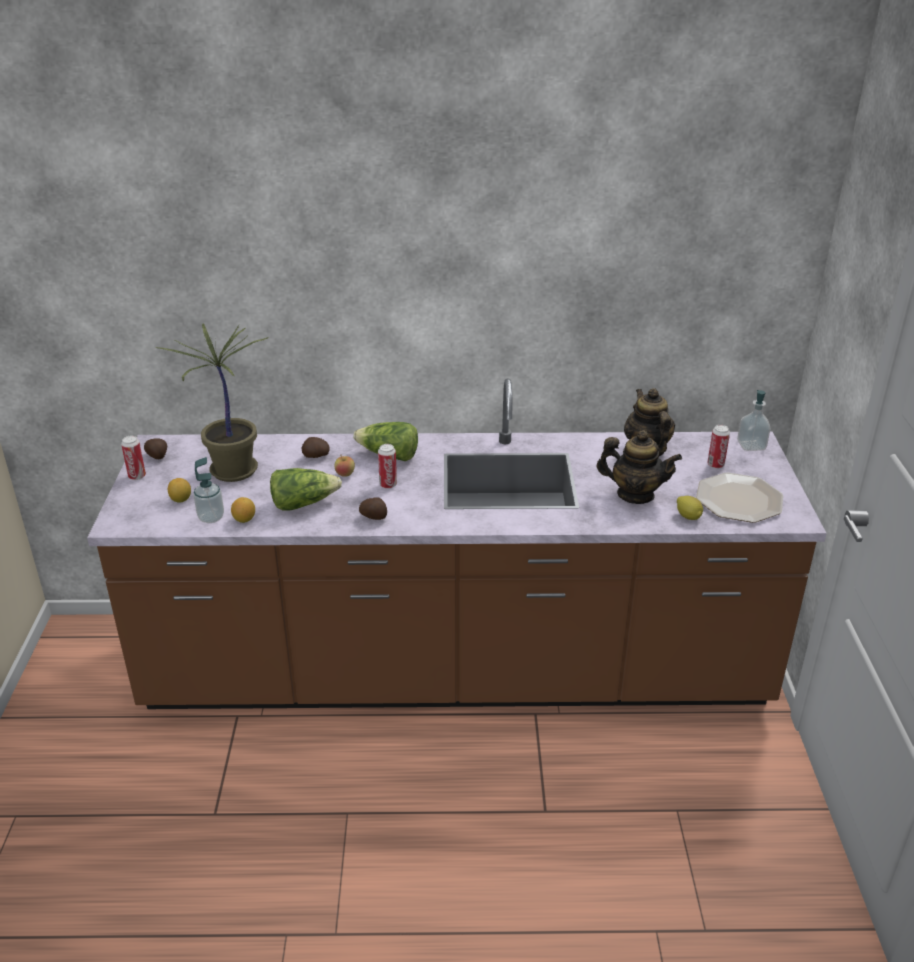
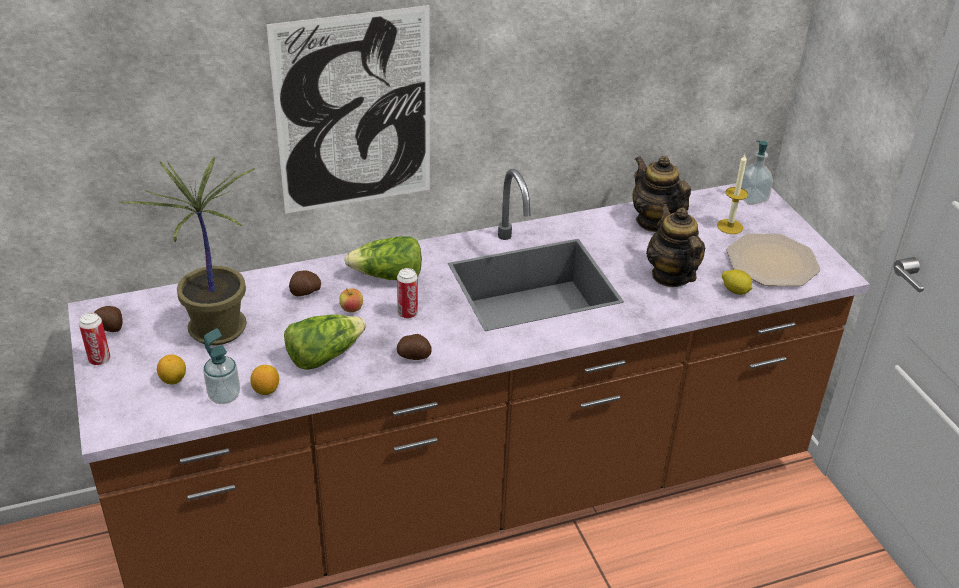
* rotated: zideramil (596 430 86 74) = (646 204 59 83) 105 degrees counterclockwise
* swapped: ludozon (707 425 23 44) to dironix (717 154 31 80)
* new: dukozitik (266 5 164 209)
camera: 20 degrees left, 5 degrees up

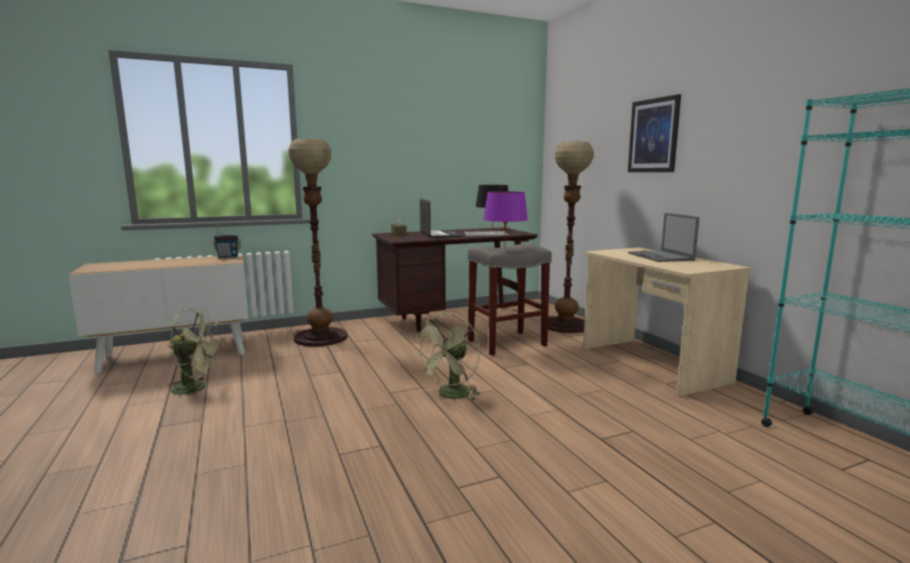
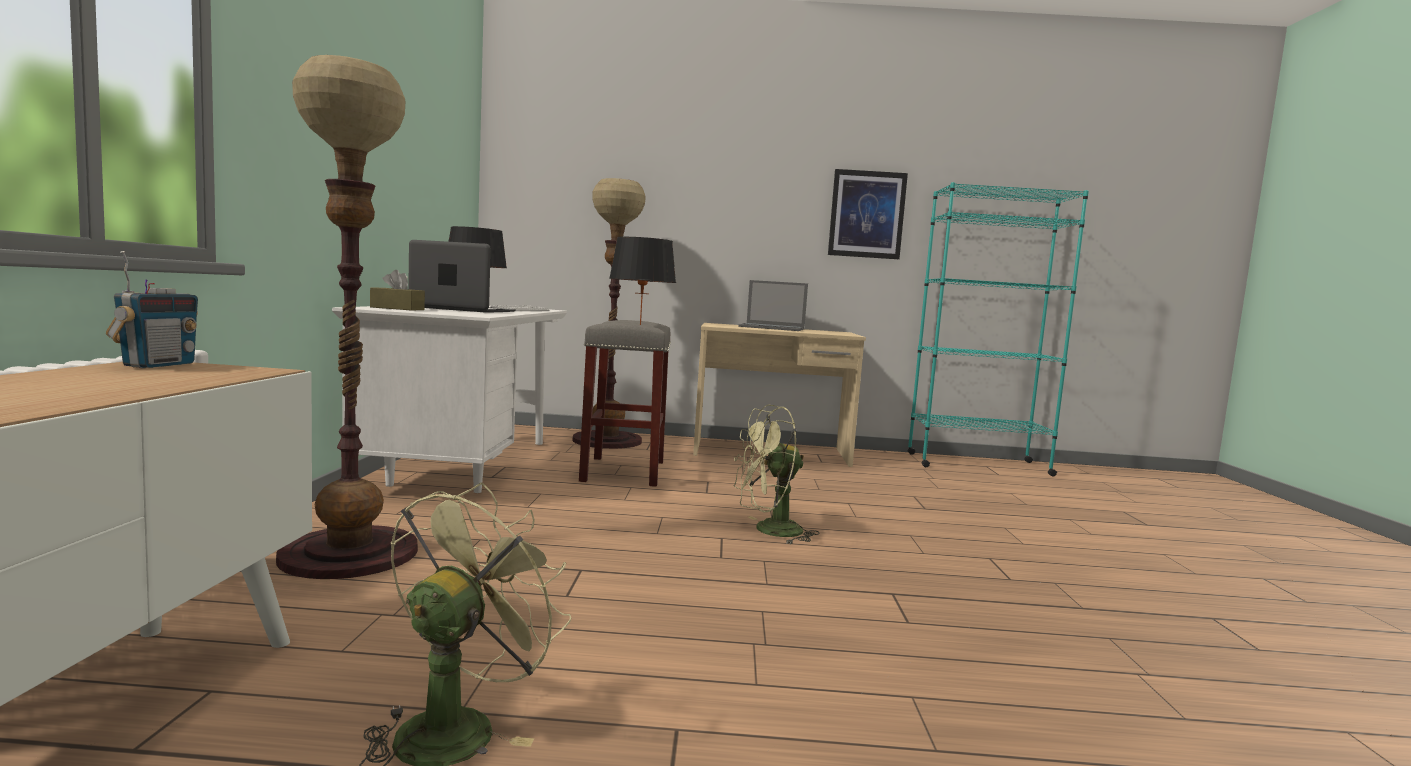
* repainted: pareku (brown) (372 227 166 105) to pareku (white) (332 306 235 187)
* rotated: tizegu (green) (415 313 66 88) = (734 405 85 139) 105 degrees clockwise
* repainted: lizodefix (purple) (483 191 45 48) to lizodefix (black) (609 237 67 88)
* shifted: dukozitik (628 94 53 78) to (828 169 80 90)
camera: 65 degrees left, 5 degrees down

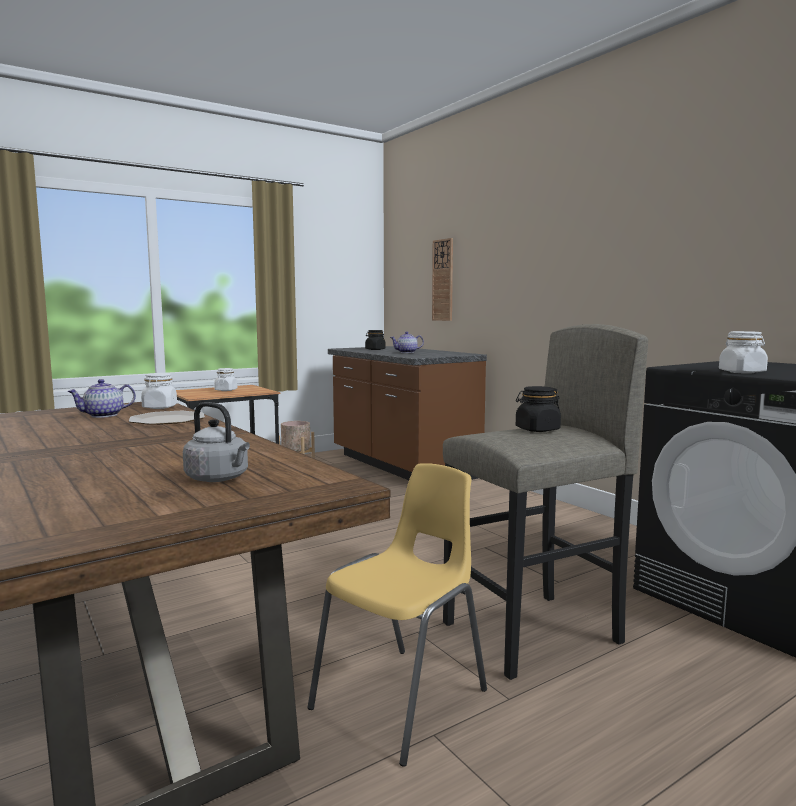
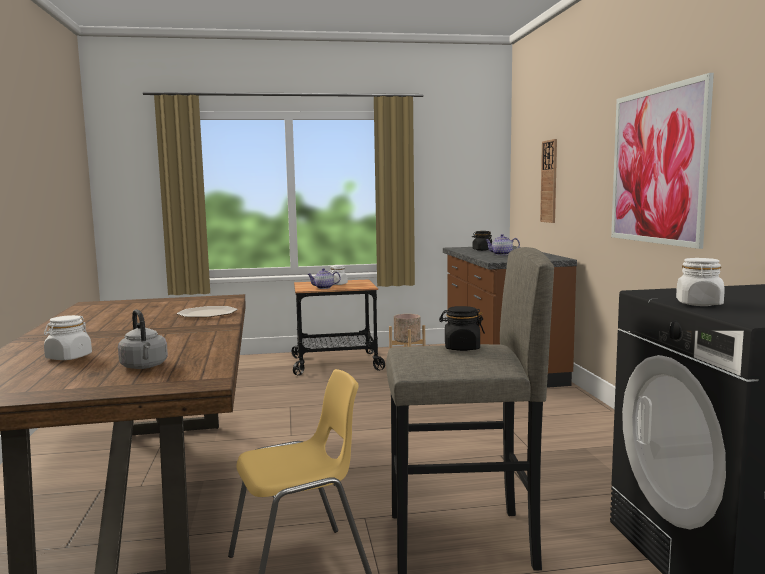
* shifted: zideramil (67 379 69 39) to (307 268 33 21)
* shifted: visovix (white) (141 373 36 36) to (44 315 48 45)
* new: dukozitik (611 73 103 176)
camera: 25 degrees right, 0 degrees up

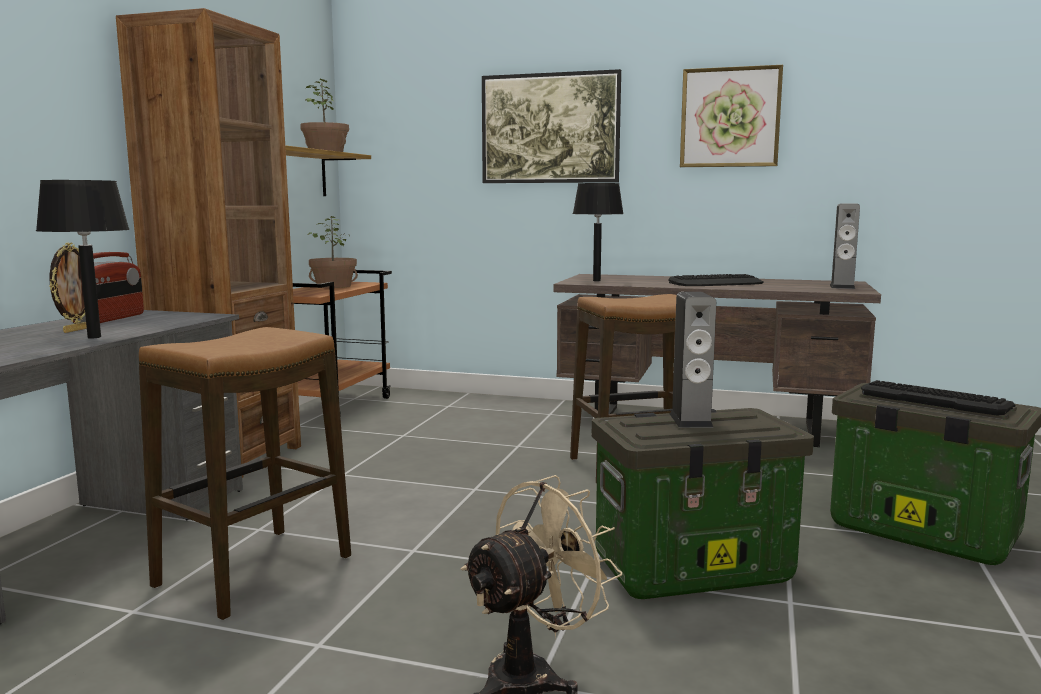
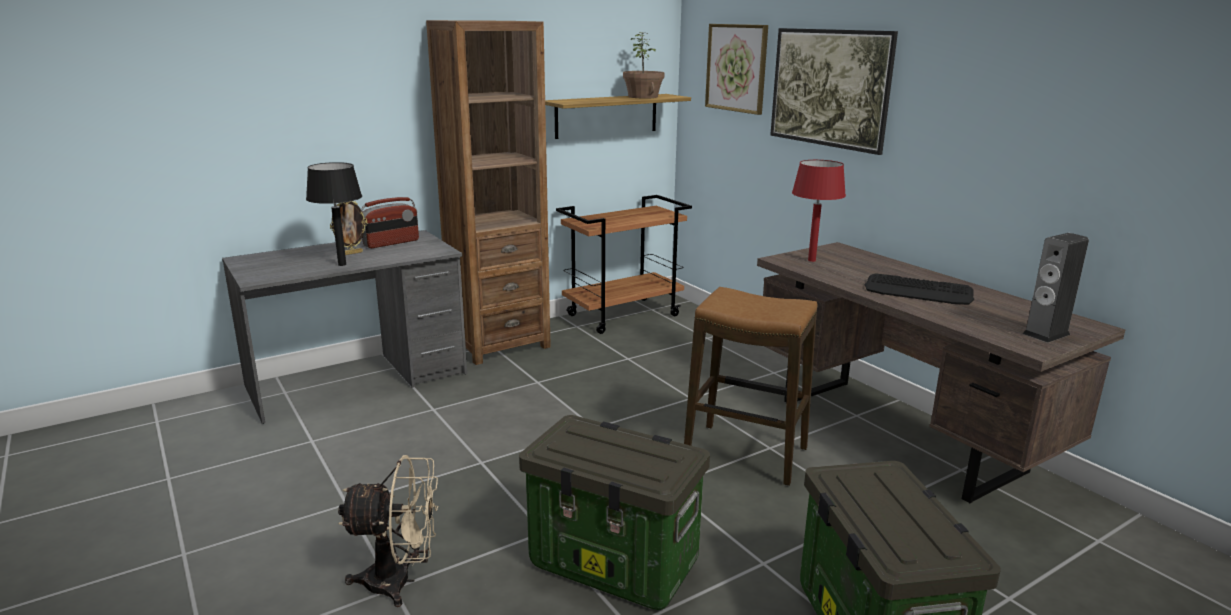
* gone: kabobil (139 327 212 293)
* gone: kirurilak (307 216 51 72)
* repainted: lizodefix (black) (573 183 51 98) to lizodefix (red) (792 160 54 102)
* gone: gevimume (670 292 46 136)
* shifted: dukozitik (680 65 103 102) to (705 24 63 91)
* gone: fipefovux (861 380 154 36)
camera: 40 degrees right, 10 degrees up

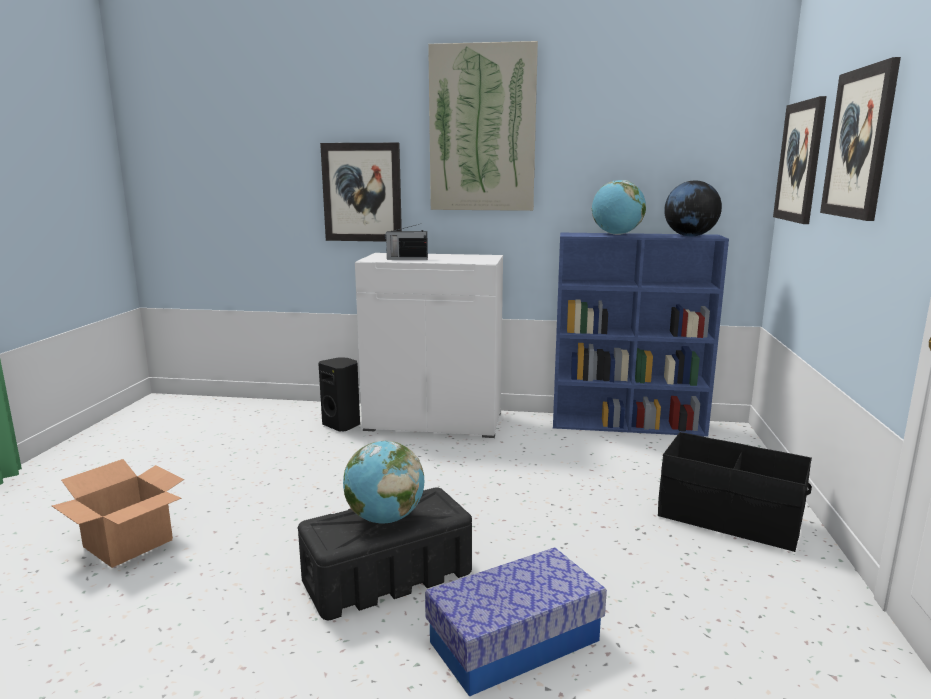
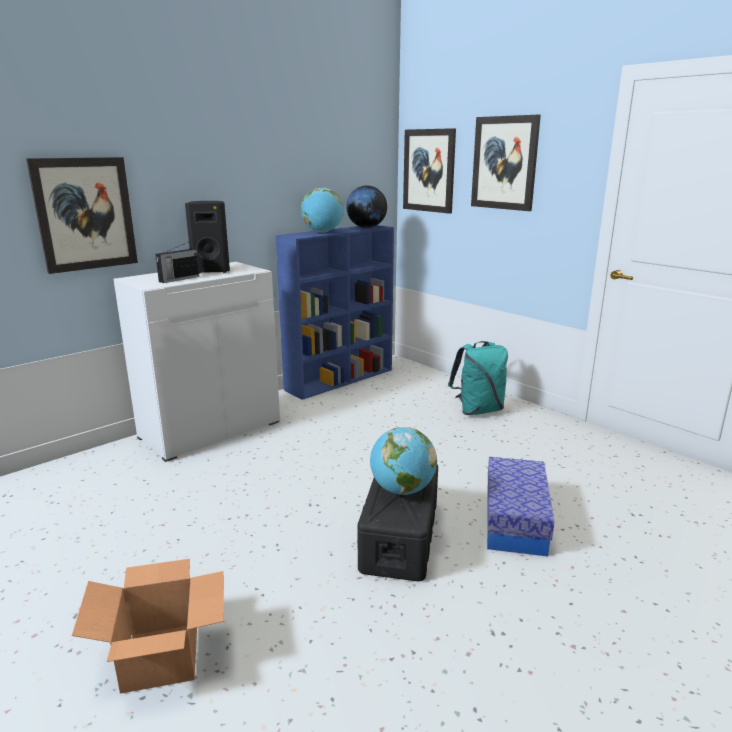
* shifted: gevimume (black) (318 357 42 75) to (185 201 45 72)
* gone: dukozitik (428 41 110 170)
* swapped: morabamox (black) (658 432 154 120) to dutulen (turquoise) (448 341 60 74)
camera: 50 degrees left, 5 degrees up

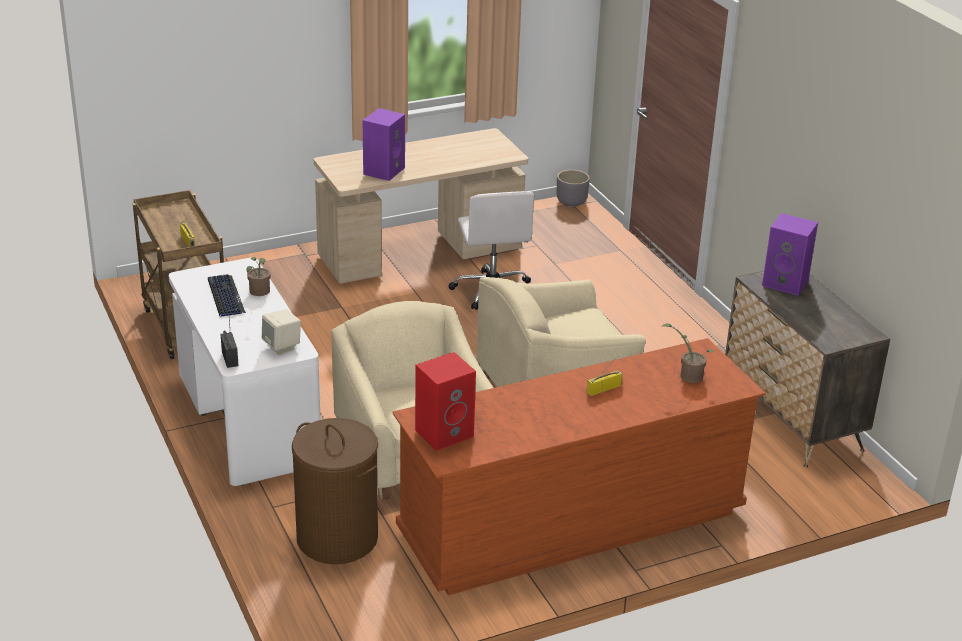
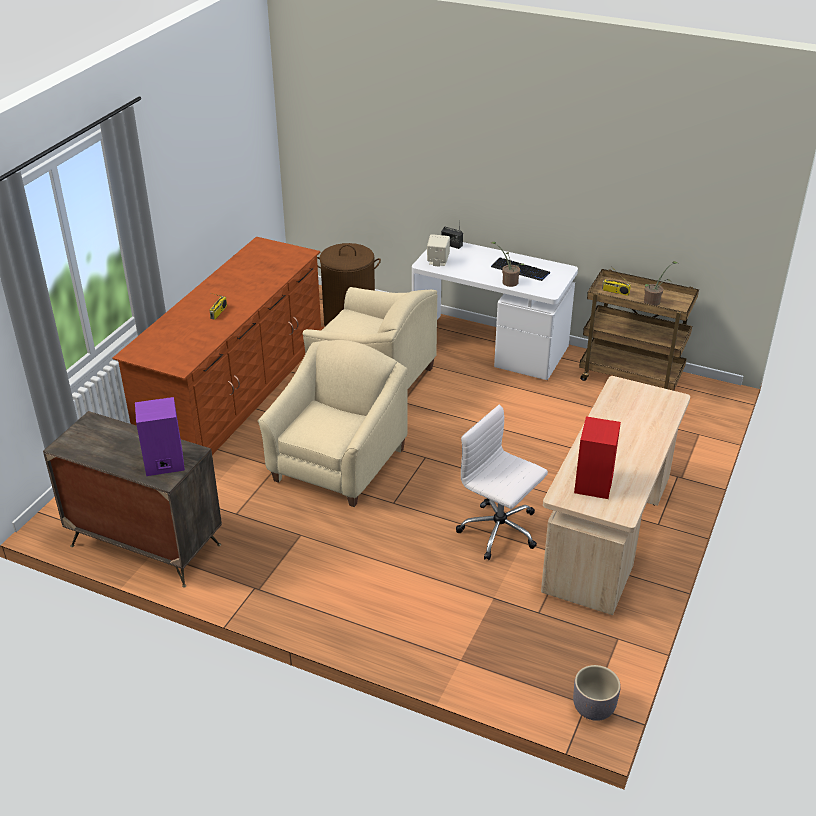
* gone: gevimume (purple) (363 108 42 73)
* shifted: gevimume (red) (415 352 61 99) to (574 416 47 83)
* shifted: kirurilak (663 323 52 60) to (644 261 34 45)
camera: 140 degrees right, 5 degrees up

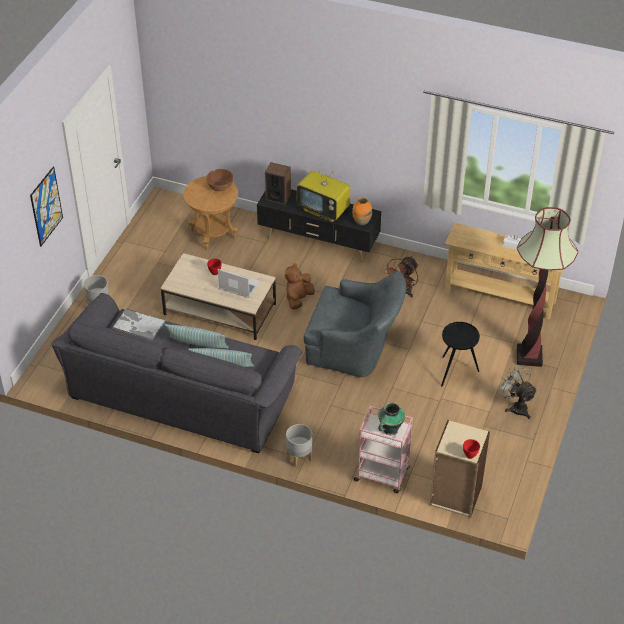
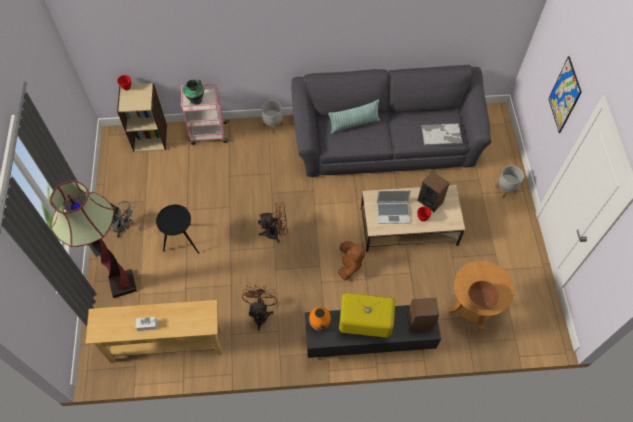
* gone: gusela (164 324 65 24)
* swapped: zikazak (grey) (304 271 102 106) to tizegu (brown) (258 202 30 41)
* new: gevimume (417 171 33 41)
camera: 155 degrees right, 15 degrees up

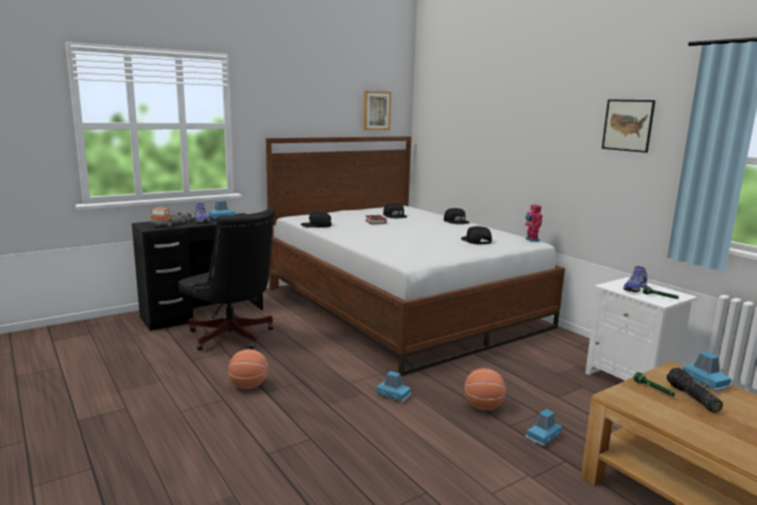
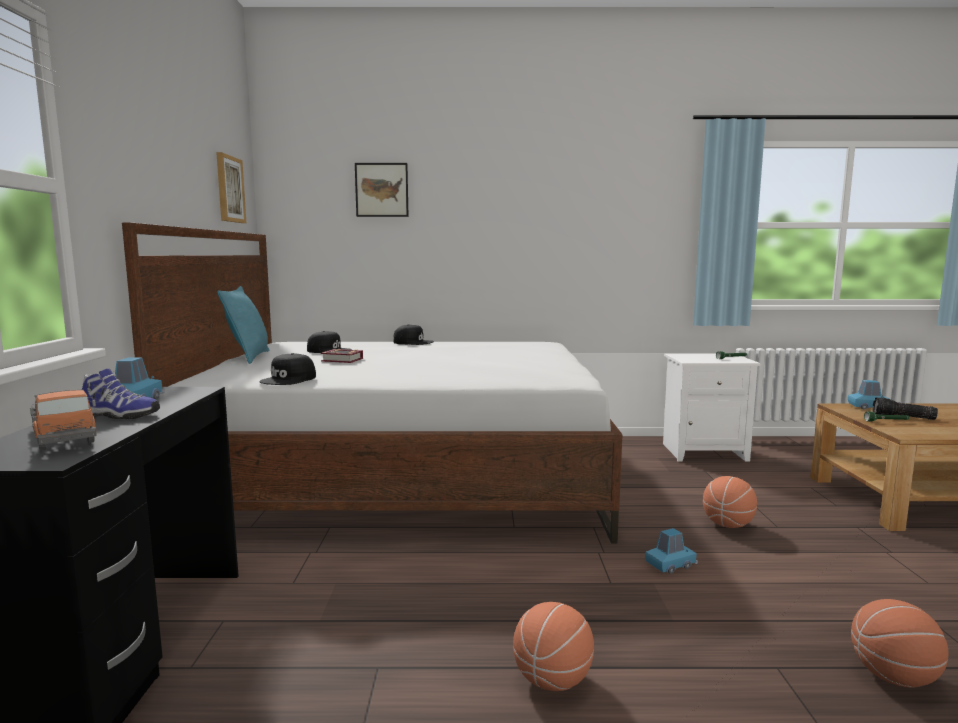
* gone: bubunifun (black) (179 208 96 143)
* gone: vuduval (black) (461 226 31 18)
* gone: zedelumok (525 204 18 38)
* gone: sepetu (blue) (525 409 37 37)
* shifted: dukozitik (602 99 53 54) to (355 163 53 54)
* gone: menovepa (623 266 24 27)
* new: gusela (turquoise) (217 286 52 78)
* new: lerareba (851 599 98 88)
camera: 55 degrees left, 5 degrees down

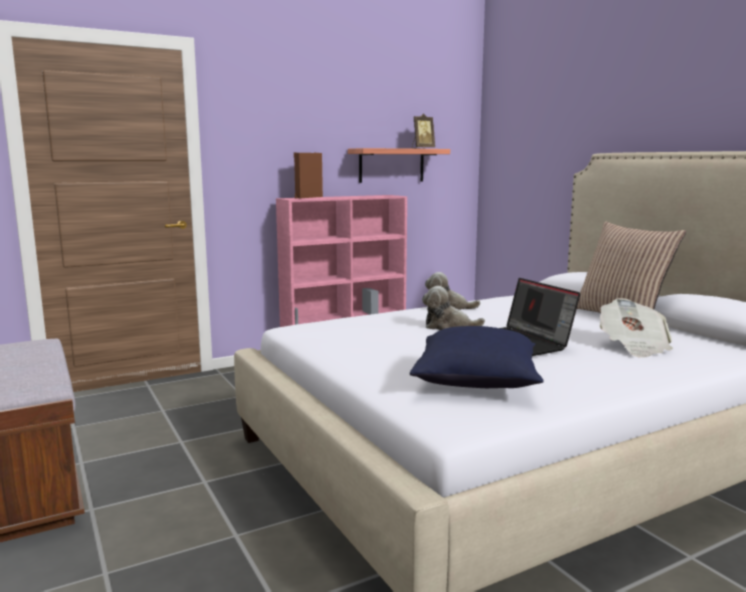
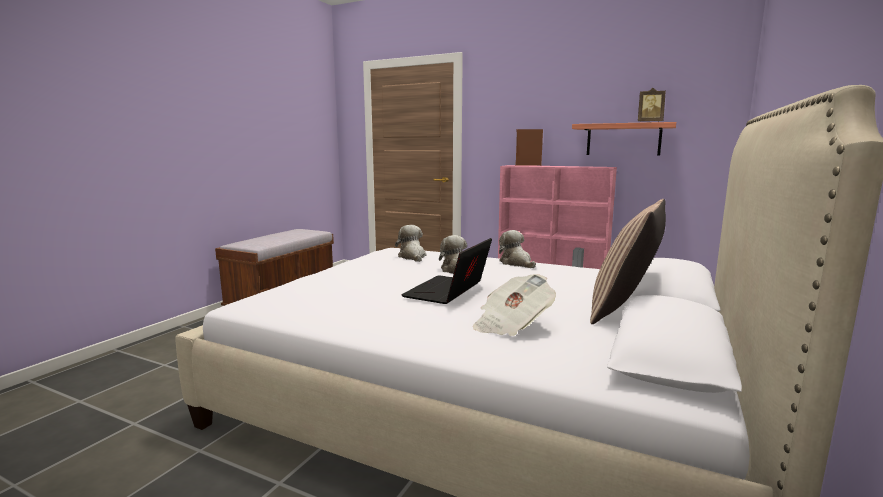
* gone: gusela (blue) (410 326 134 62)
* new: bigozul (395 225 31 37)
camera: 55 degrees right, 0 degrees up

